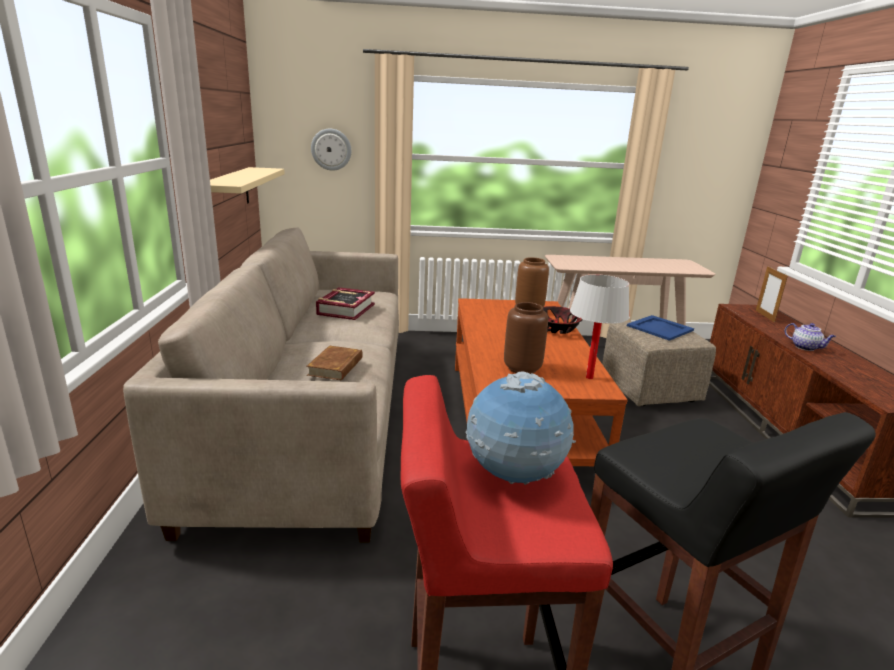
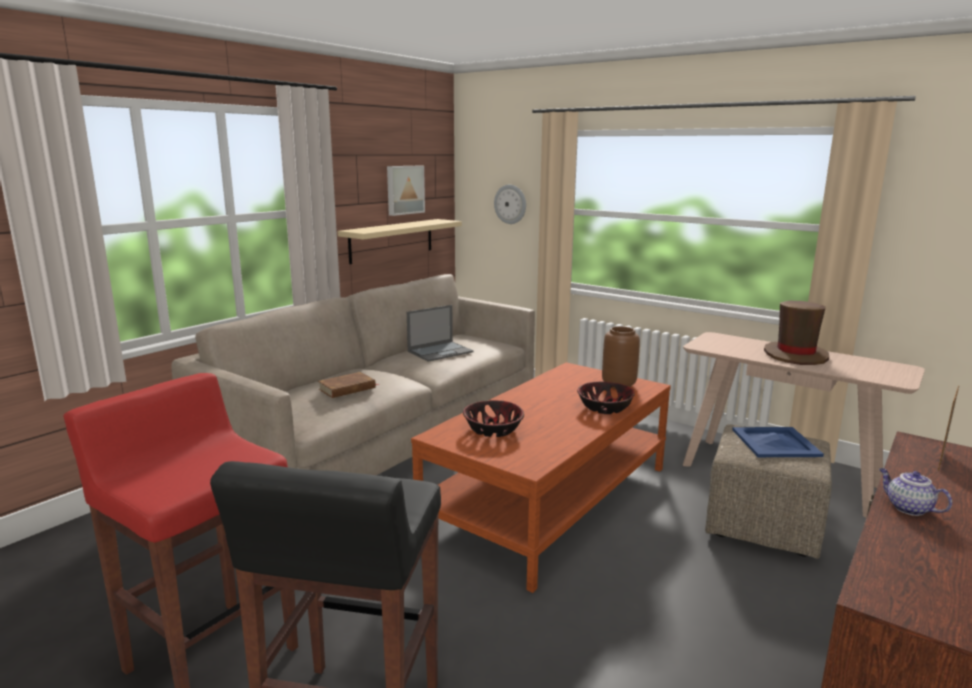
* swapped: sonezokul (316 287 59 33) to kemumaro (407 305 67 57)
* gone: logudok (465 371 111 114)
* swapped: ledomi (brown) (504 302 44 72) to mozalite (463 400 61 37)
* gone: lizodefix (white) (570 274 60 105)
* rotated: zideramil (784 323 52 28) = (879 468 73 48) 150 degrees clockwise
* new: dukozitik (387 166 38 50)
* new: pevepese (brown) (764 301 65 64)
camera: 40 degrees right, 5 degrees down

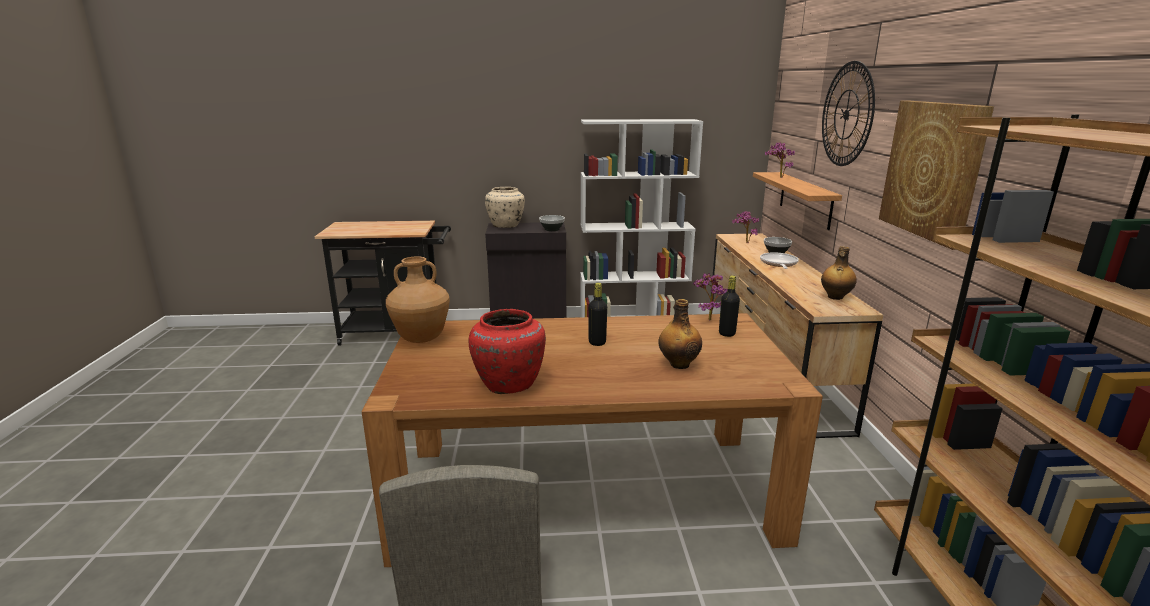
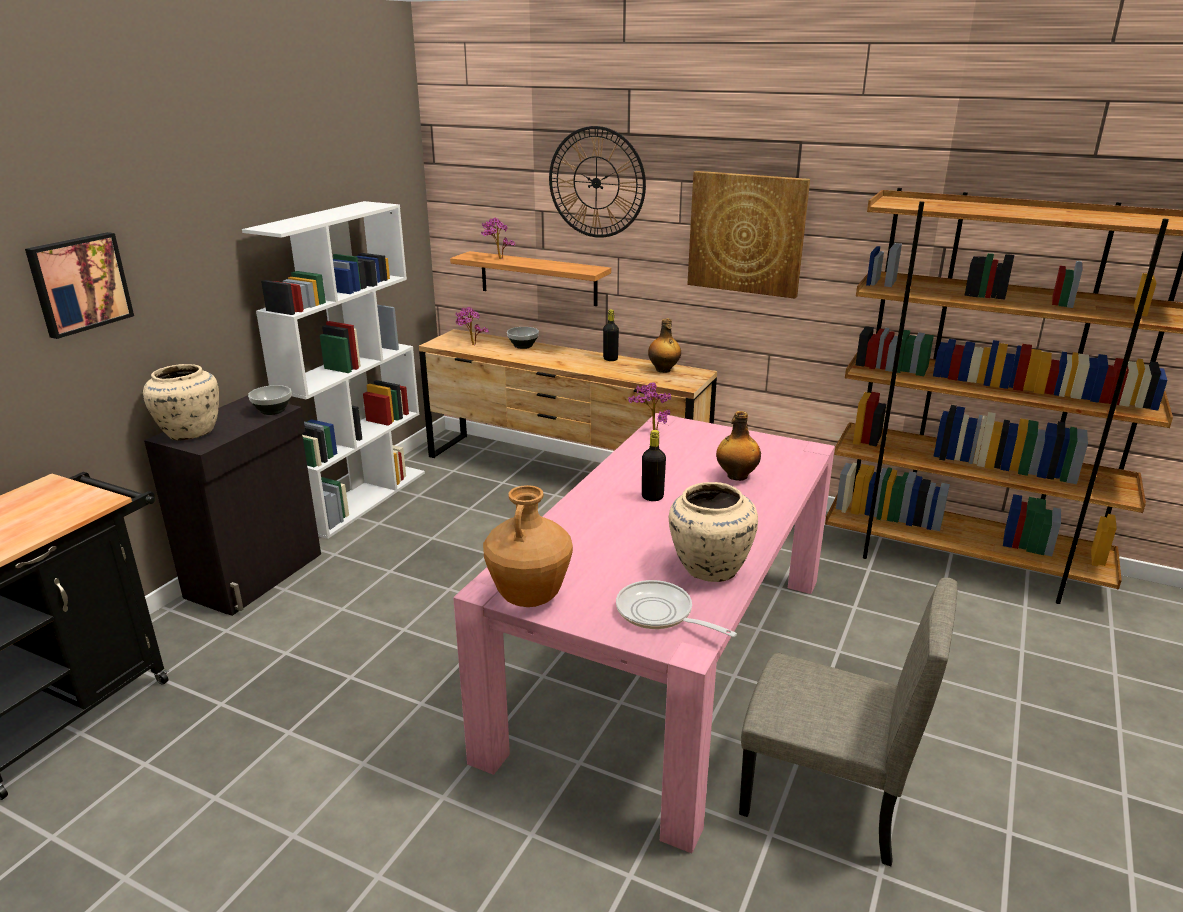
* repainted: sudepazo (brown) (362 313 461 254) to sudepazo (pink) (453 413 382 440)
* repainted: ledomi (red) (468 309 78 85) to ledomi (beige) (669 482 89 100)
* shifted: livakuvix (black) (719 275 21 62) to (603 309 16 52)
* shifted: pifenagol (760 253 39 16) to (616 580 121 57)
* new: dukozitik (25 232 109 107)
camera: 60 degrees left, 5 degrees up

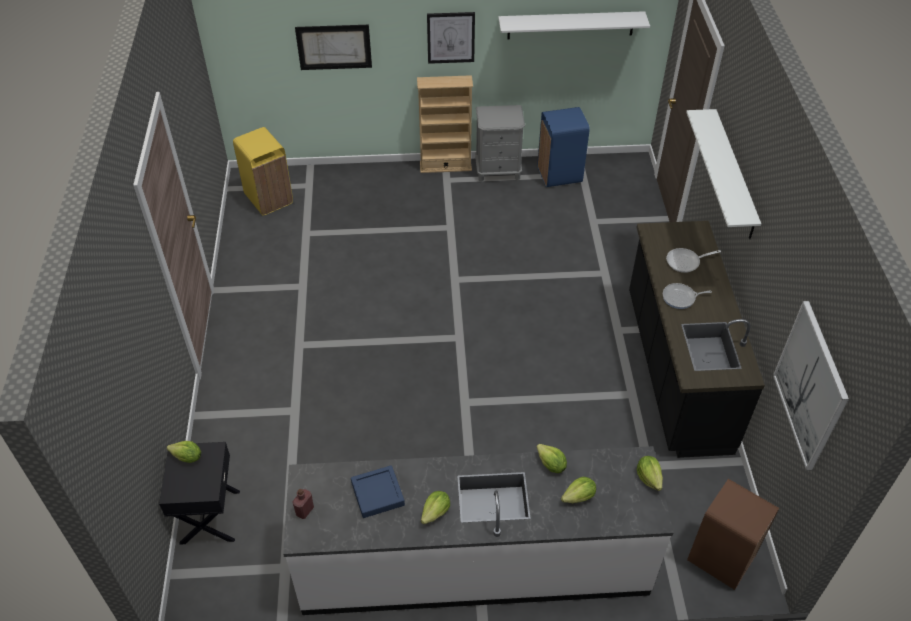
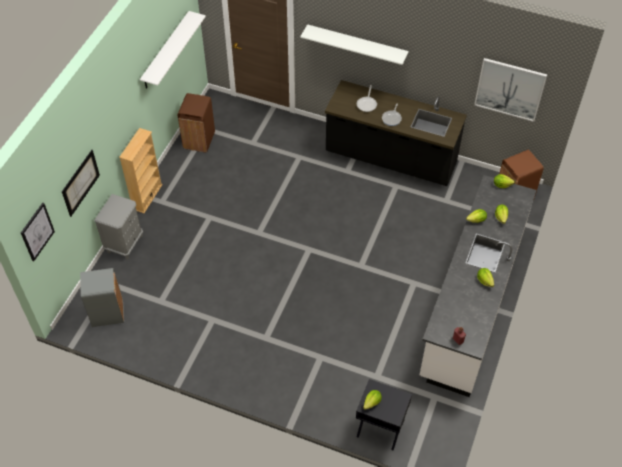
* repainted: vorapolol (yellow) (233 127 60 88) to vorapolol (grey) (80 268 44 59)
* gone: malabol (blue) (351 465 54 53)
* shifted: dukozitik (427 12 48 52) to (21 203 34 58)
* shifted: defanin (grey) (475 105 50 77) to (94 194 49 66)
* repainted: vorapolol (blue) (537 107 53 80) to vorapolol (brown) (178 93 37 59)
camera: 65 degrees left, 5 degrees up

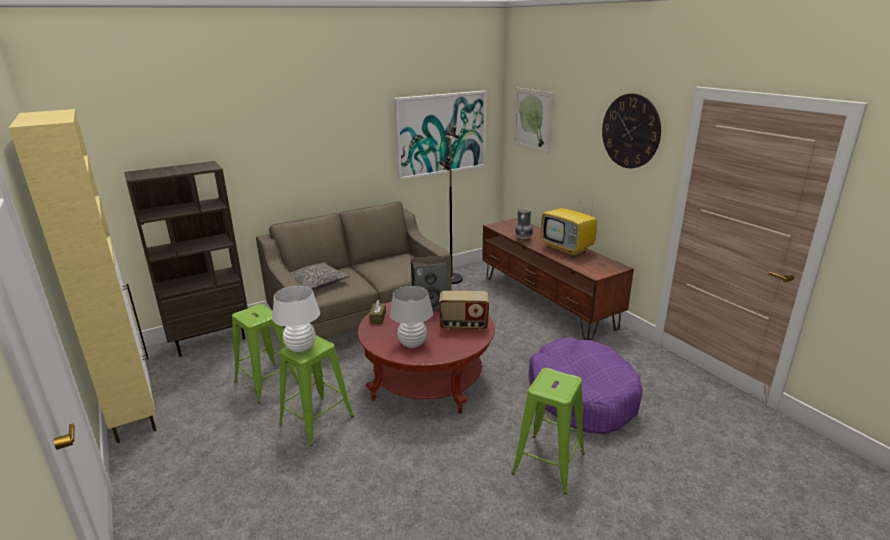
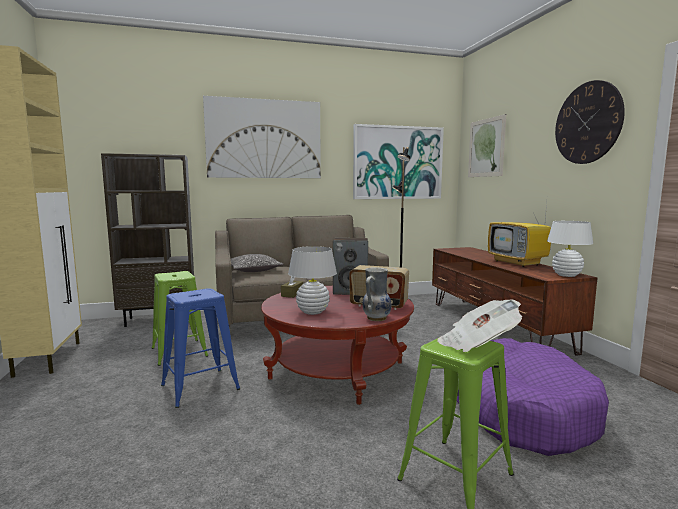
* shifted: lizodefix (white) (272 286 48 66) to (547 221 46 56)
* repainted: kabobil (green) (279 335 75 111) to kabobil (blue) (161 288 79 120)
* shifted: ledomi (515 208 18 33) to (362 267 30 54)
* new: dukozitik (203 96 118 82)
* new: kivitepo (437 299 85 53)
camera: 15 degrees right, 15 degrees down

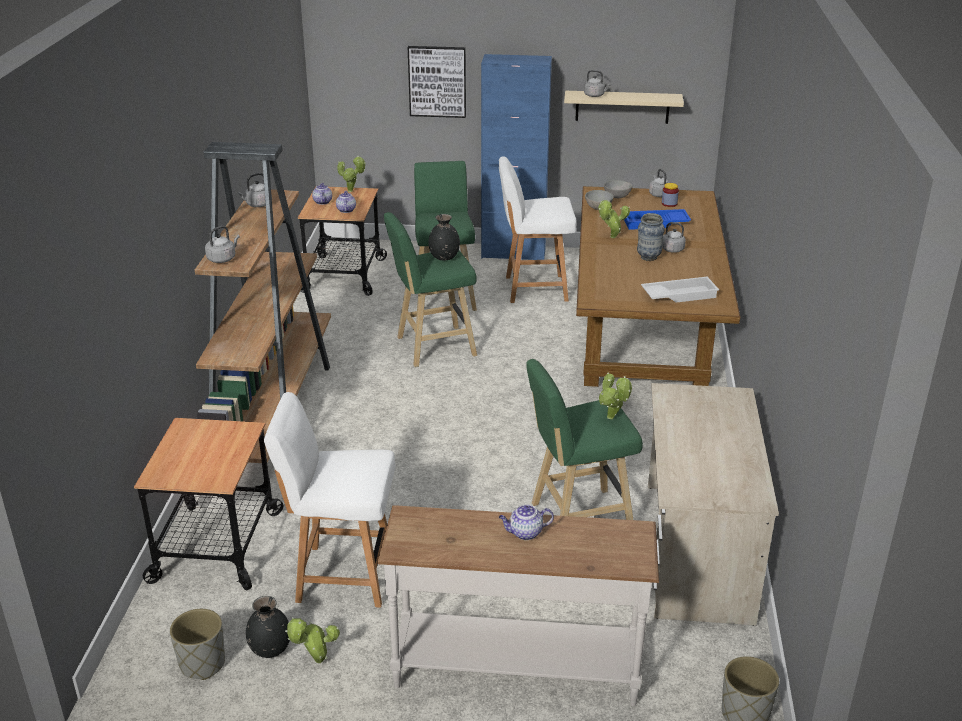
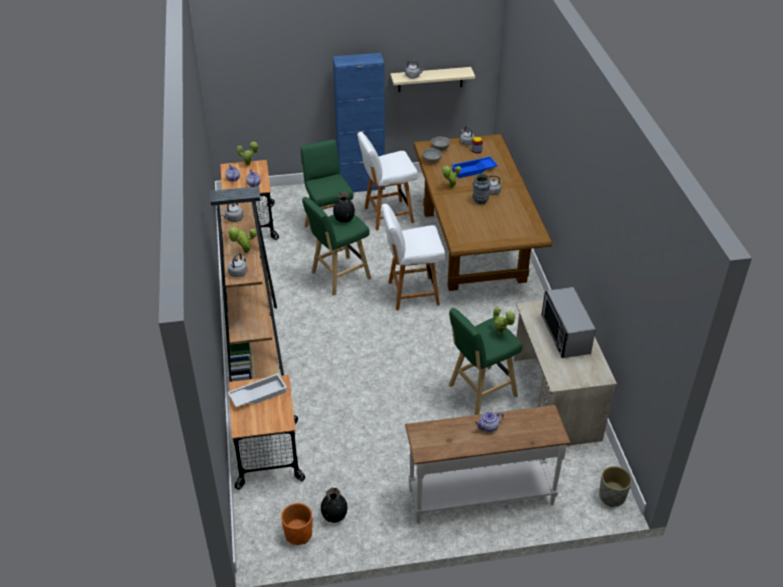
* repainted: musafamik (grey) (170 609 55 71) to musafamik (orange) (281 503 31 42)
* shifted: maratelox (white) (264 392 132 216) to (382 204 63 106)
* shifted: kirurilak (285 618 55 45) to (228 227 29 26)
* gone: dukozitik (408 46 58 72)
* shifted: malabol (white) (641 277 78 26) to (228 373 59 34)
* new: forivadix (541 287 55 71)
camera: 15 degrees left, 10 degrees up

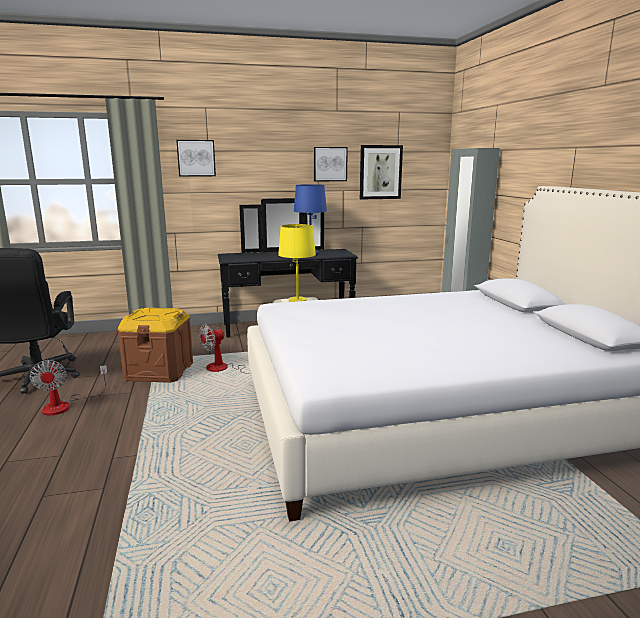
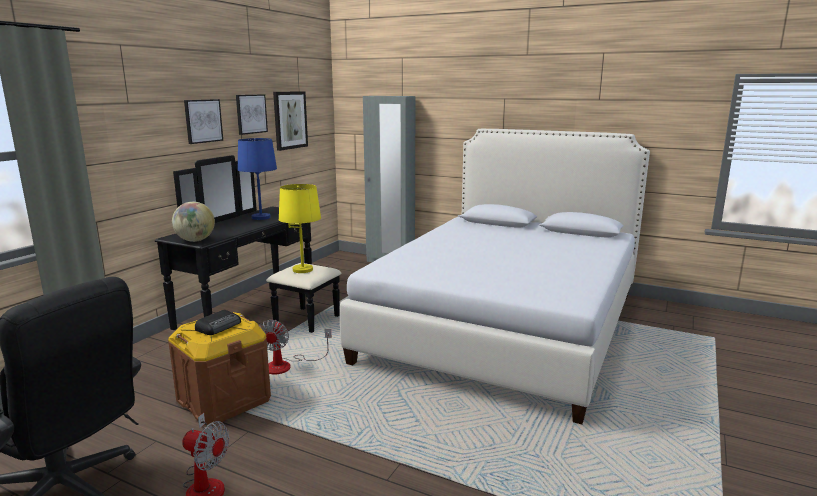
* shifted: dukozitik (176 140 40 37) to (184 99 39 45)
* new: logudok (172 202 43 40)
* new: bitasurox (195 310 46 25)
camera: 50 degrees left, 0 degrees up

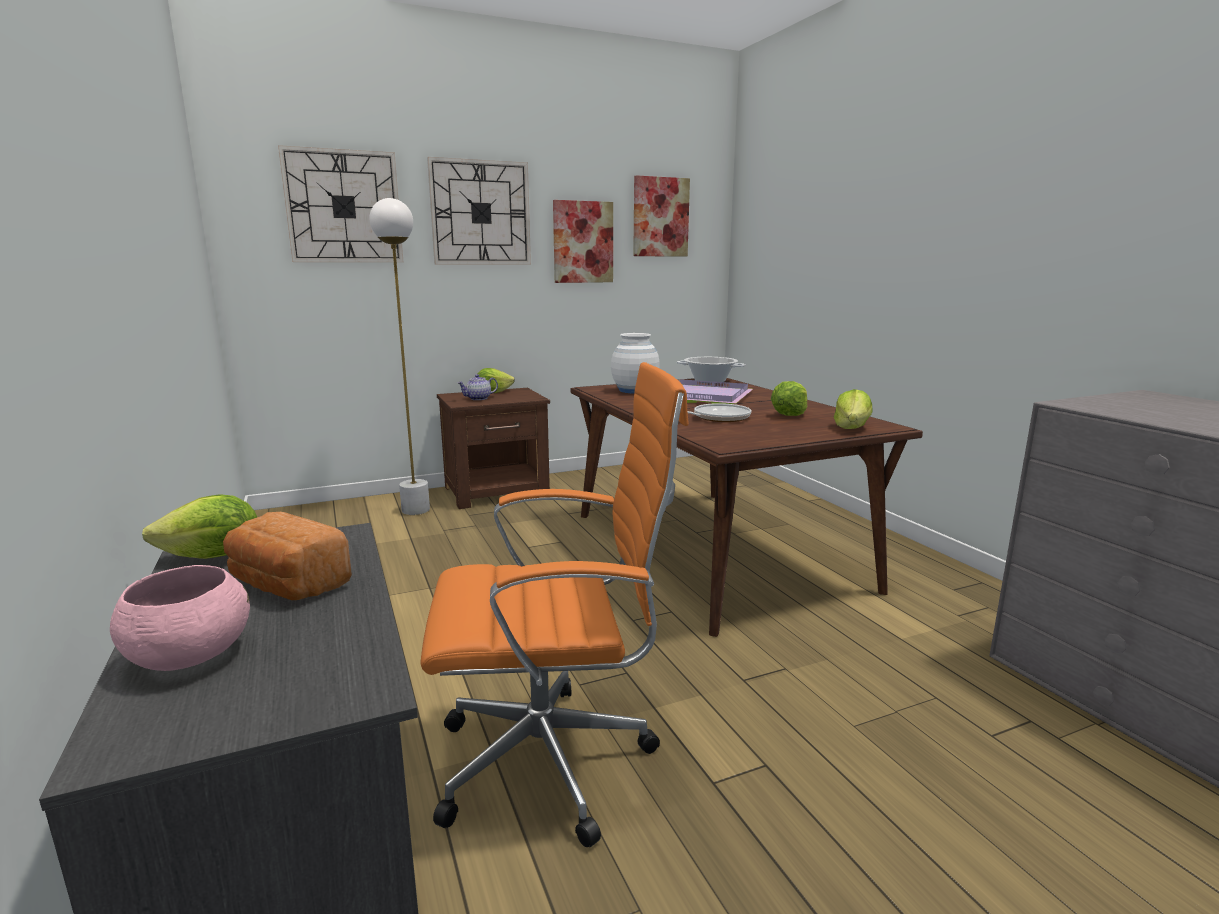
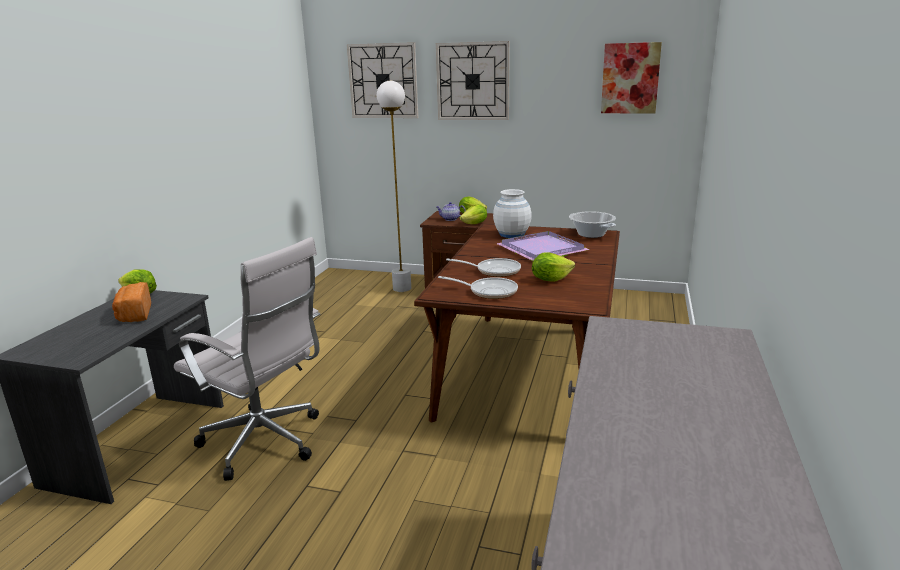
* gone: mozalite (pink) (110 565 140 106)
* repainted: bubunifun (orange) (420 362 269 485) to bubunifun (white) (174 237 146 244)
* gone: dukozitik (553 200 60 83)
* shifted: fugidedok (834 389 39 40) to (460 205 27 19)
* new: pifenagol (438 276 80 23)
camera: 40 degrees right, 5 degrees up

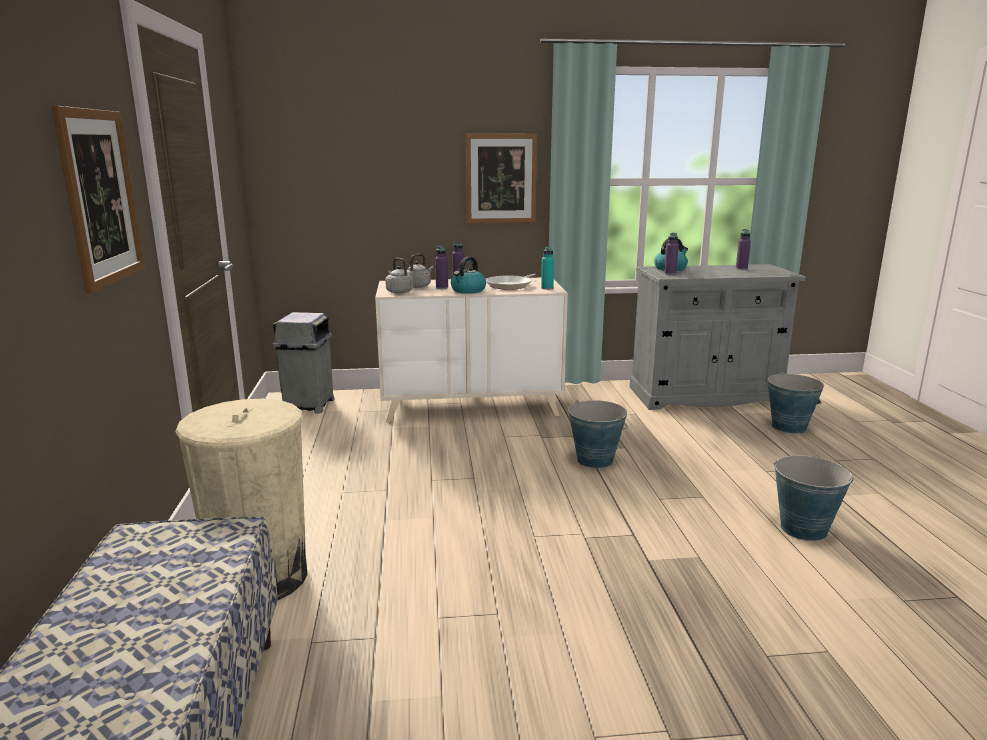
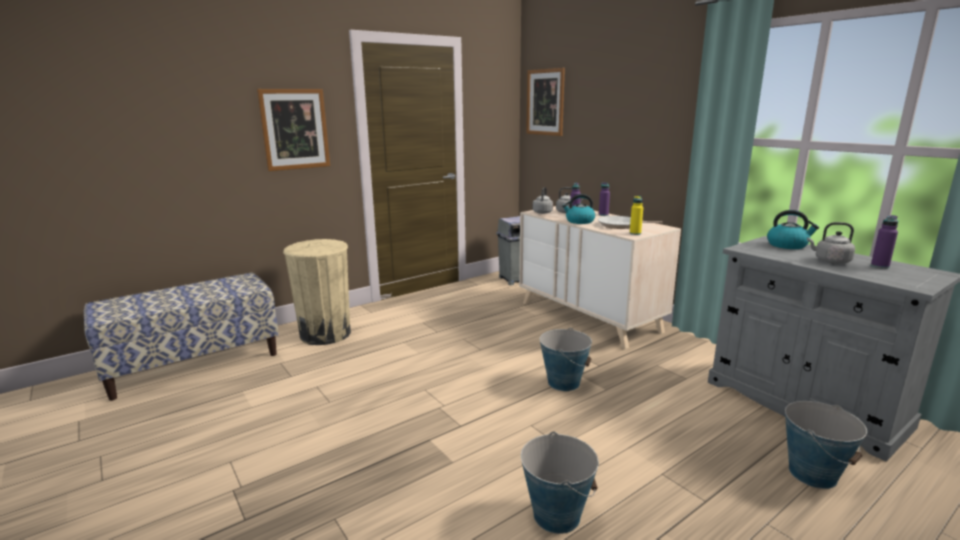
* shifted: dukozitik (466 134 71 89) to (526 68 39 68)
* repainted: livakuvix (turquoise) (541 246 13 44) to livakuvix (yellow) (630 196 13 39)
* gone: livakuvix (purple) (664 233 15 42)
* new: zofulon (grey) (807 222 48 42)
camera: 60 degrees right, 0 degrees up

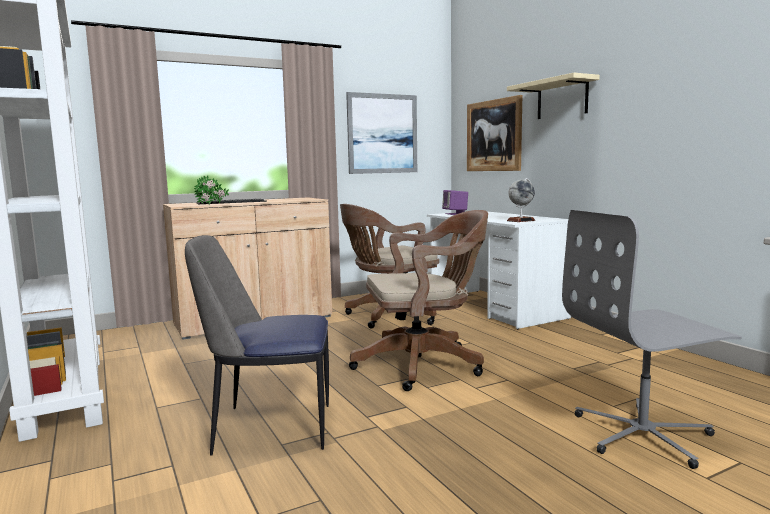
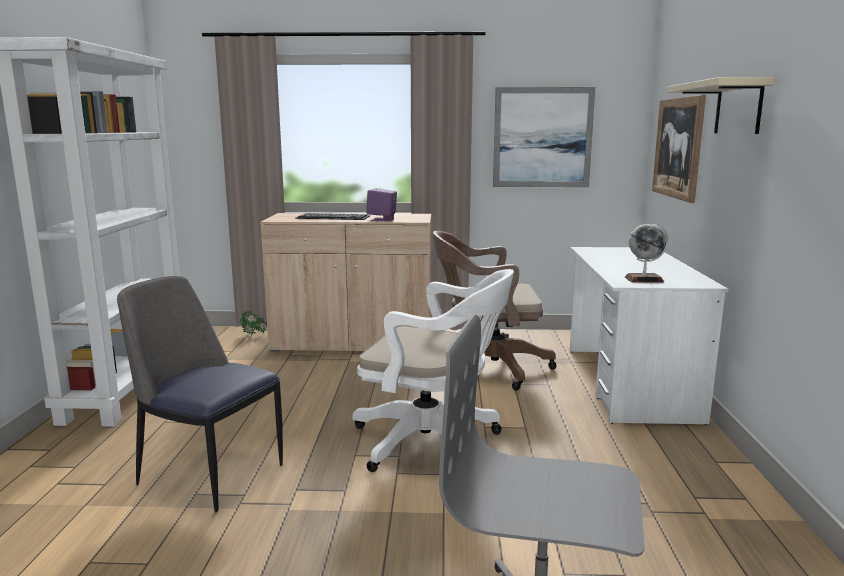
* shifted: kirurilak (194 176 35 29) to (240 310 27 26)
* repainted: bubunifun (brown) (349 210 139 181) to bubunifun (white) (352 269 162 203)
* shifted: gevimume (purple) (442 190 26 25) to (366 188 31 33)
camera: 30 degrees right, 5 degrees up

